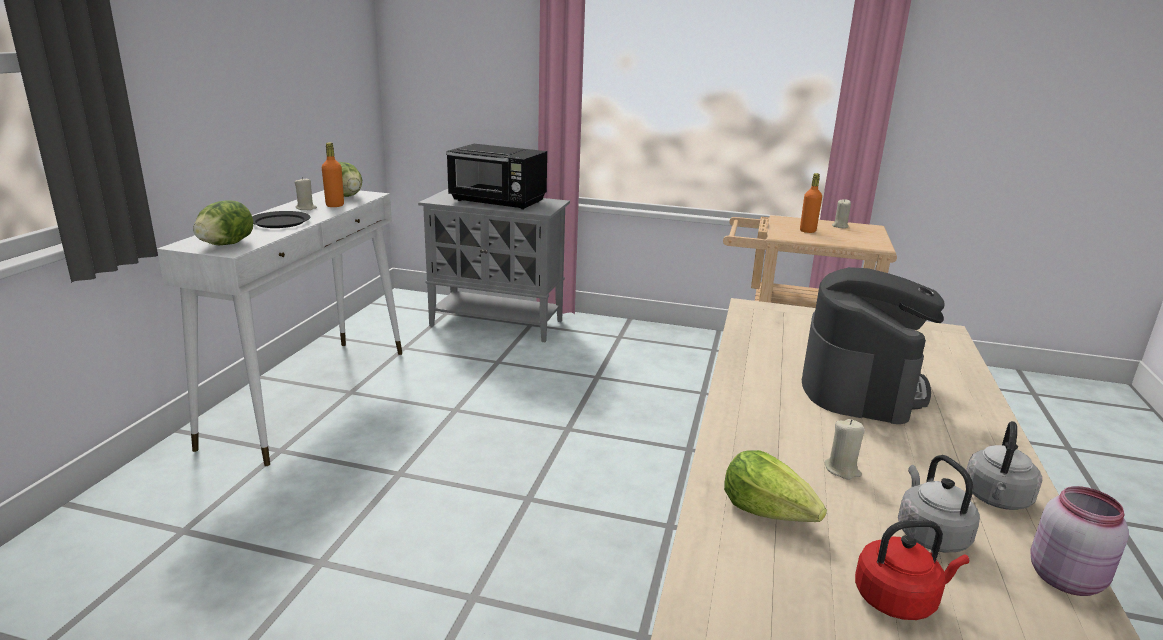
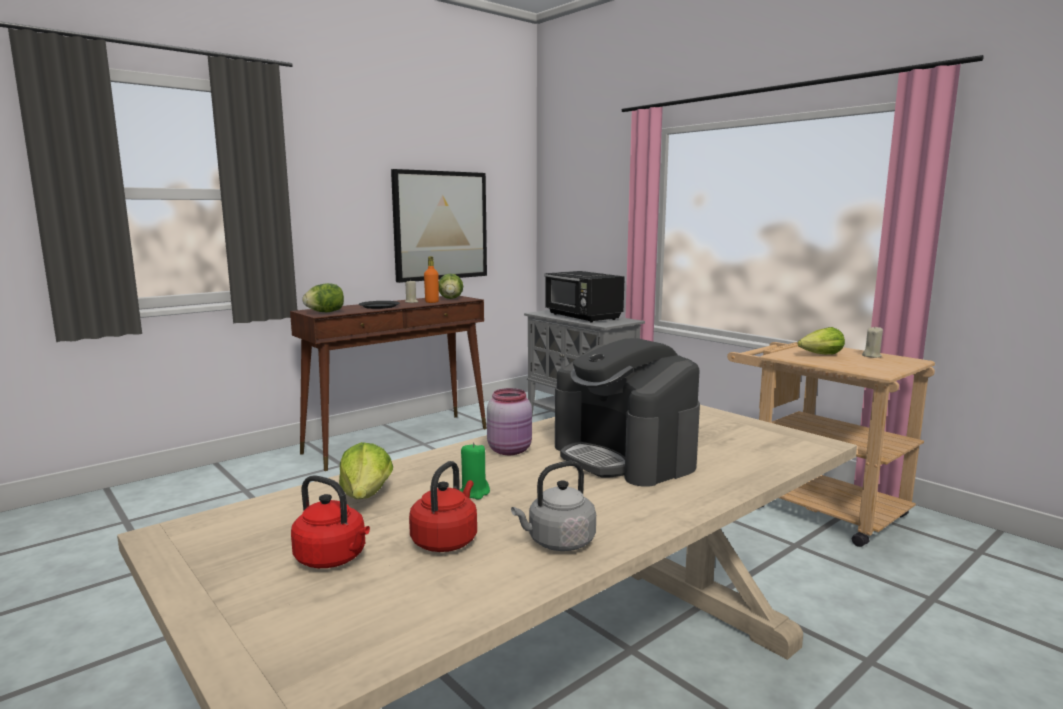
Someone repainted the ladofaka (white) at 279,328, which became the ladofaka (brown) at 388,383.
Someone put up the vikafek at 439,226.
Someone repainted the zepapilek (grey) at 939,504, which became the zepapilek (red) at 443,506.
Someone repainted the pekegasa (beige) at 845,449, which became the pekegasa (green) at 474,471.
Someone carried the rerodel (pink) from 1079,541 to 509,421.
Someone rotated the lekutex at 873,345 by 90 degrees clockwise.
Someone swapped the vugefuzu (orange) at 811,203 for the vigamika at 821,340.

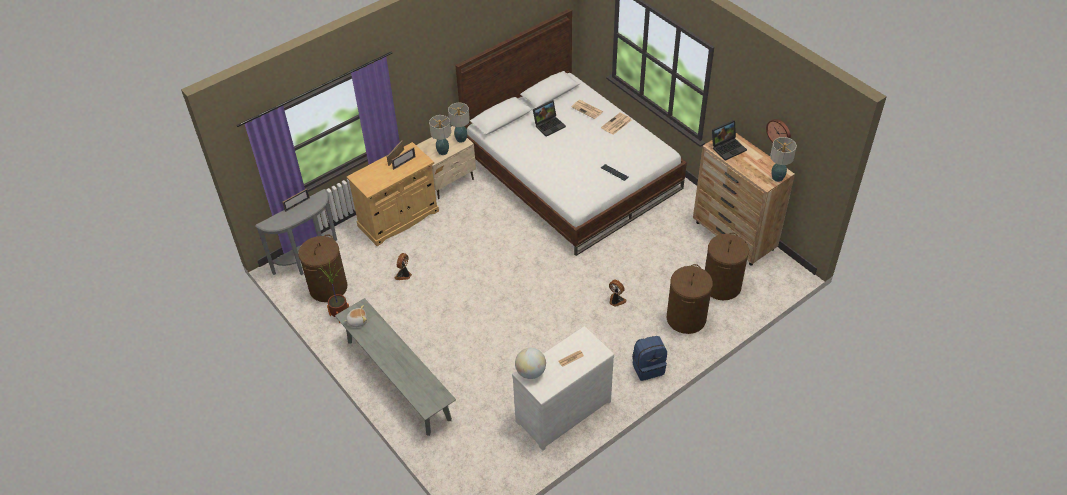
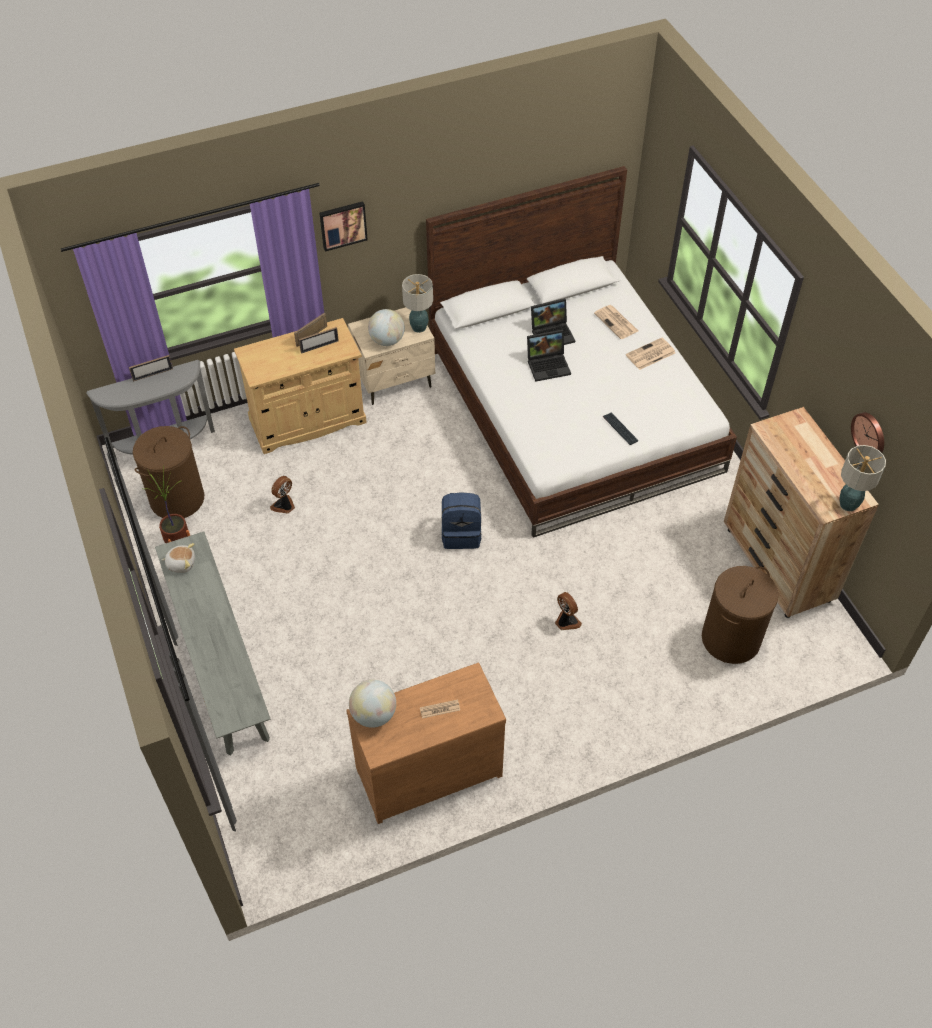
Someone put up the vikafek at 343,226.
Someone repainted the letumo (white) at 563,388, which became the letumo (brown) at 426,743.
Someone swapped the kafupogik at 440,135 for the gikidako at 386,327.
Someone carried the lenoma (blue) from 649,358 to 462,520.
Someone carried the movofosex from 729,140 to 549,356.
Someone took away the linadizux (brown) at 690,299.

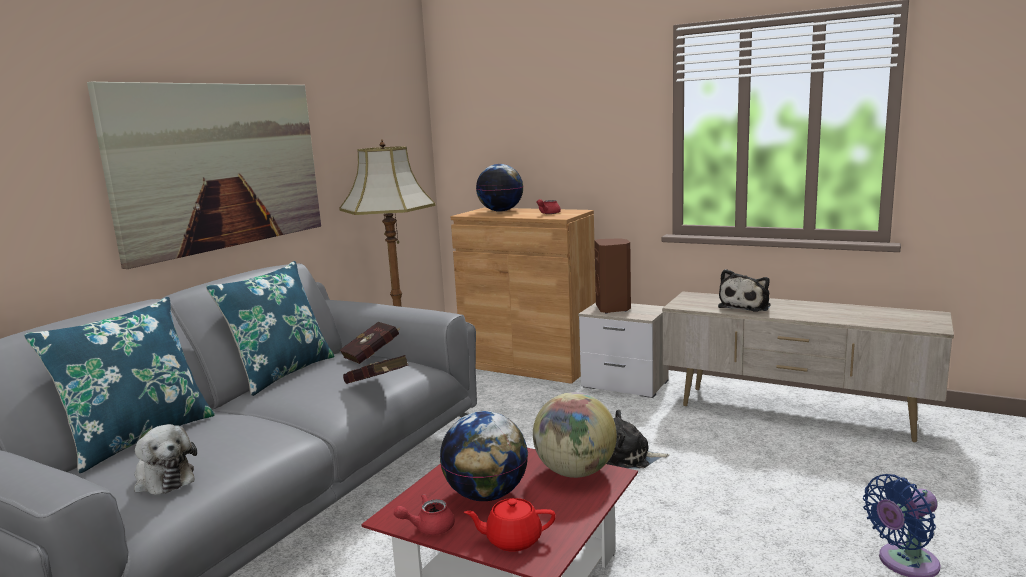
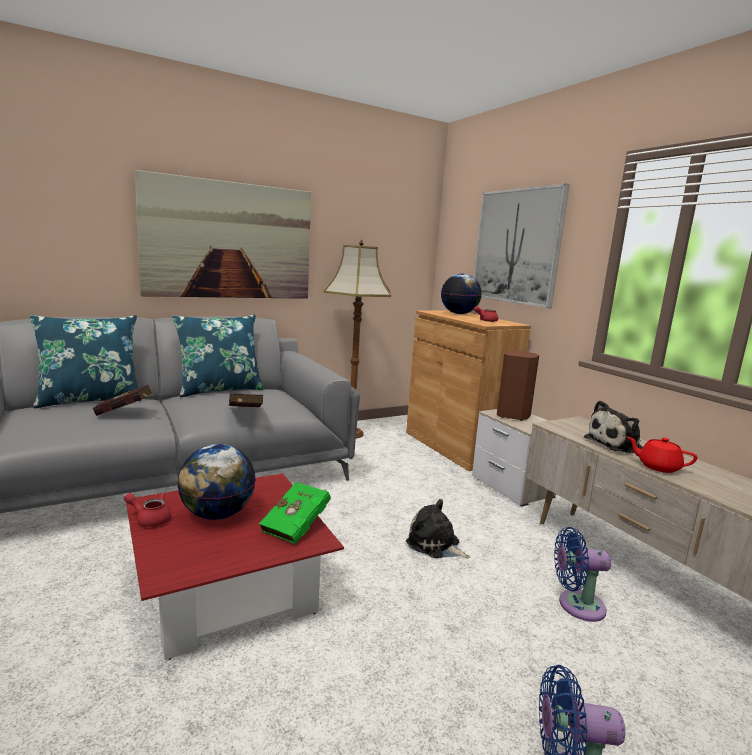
Someone carried the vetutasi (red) from 370,343 to 123,400.
Someone swapped the gikidako at 575,435 for the vetutasi (green) at 295,513.
Someone put up the vikafek at 522,246.
Someone put down the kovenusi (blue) at 582,574.
Someone carried the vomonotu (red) from 510,524 to 662,455.
Someone took away the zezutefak at 165,459.

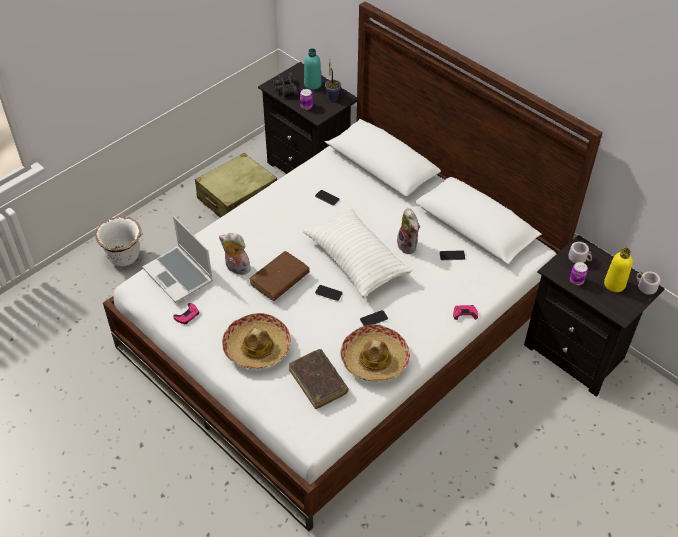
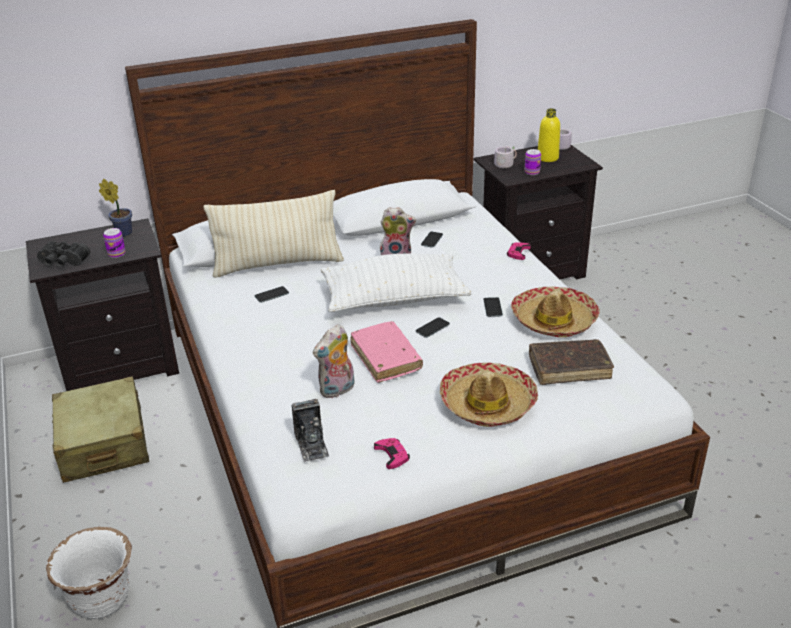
Someone put down the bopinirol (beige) at 273,234.
Someone swapped the movofosex at 177,259 for the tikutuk at 310,430.
Someone repainted the vetutasi (brown) at 279,276, which became the vetutasi (pink) at 387,352.
Someone took away the vugefuzu (turquoise) at 313,69.

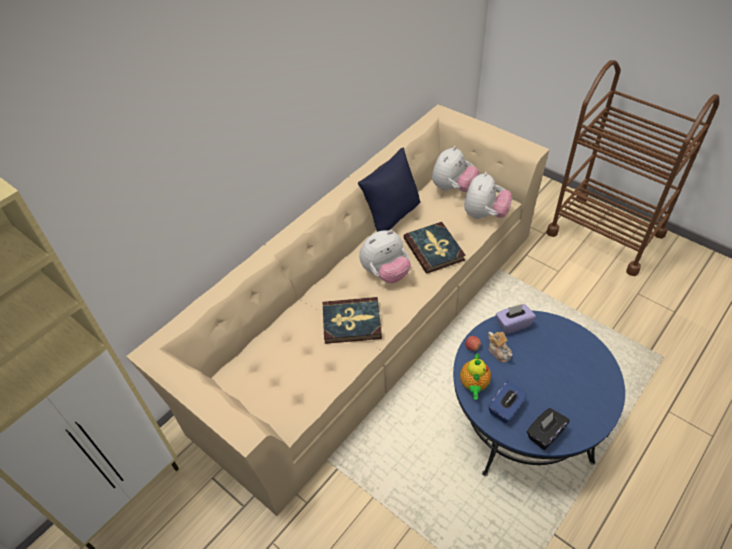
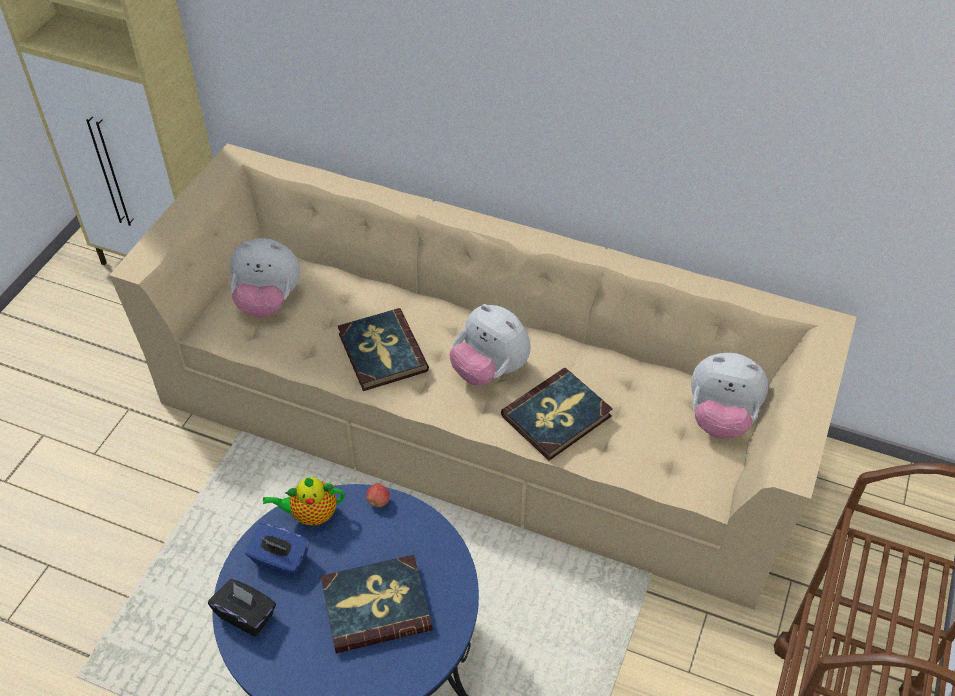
Someone carried the zezutefak from 488,195 to 265,278.
Someone put down the vetutasi at 376,603.
Someone took away the bopinirol (blue) at 389,190.
Someone took away the vomonotu at 500,347.
Someone took away the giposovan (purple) at 516,319.

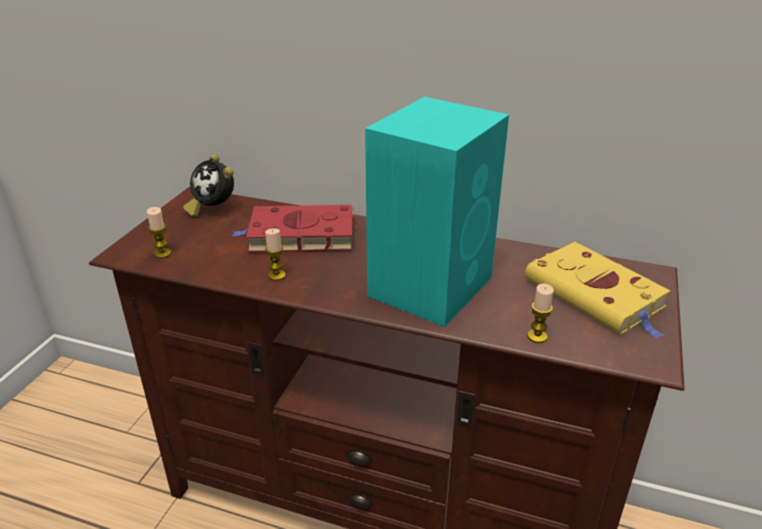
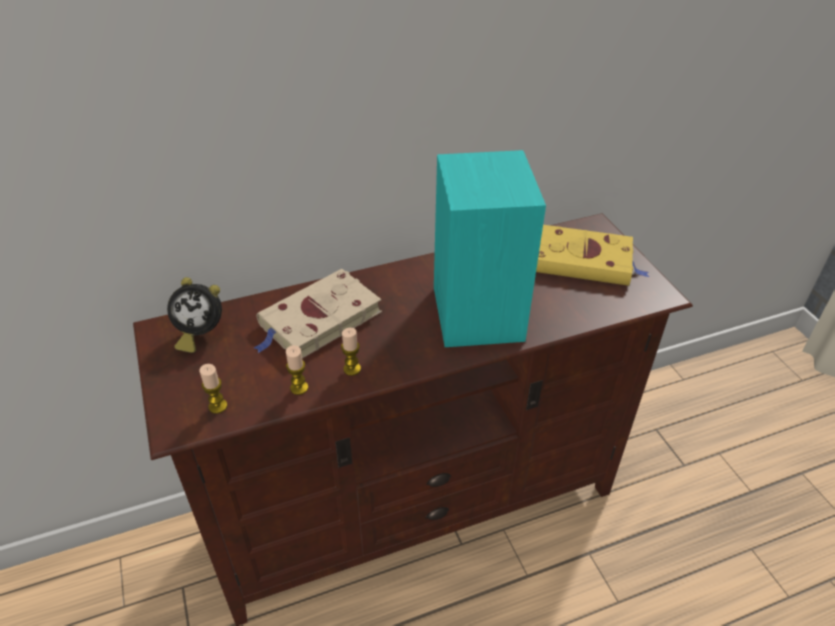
Someone repainted the vetutasi (red) at 293,228, which became the vetutasi (beige) at 318,314.
Someone carried the pekegasa from 540,313 to 297,370.

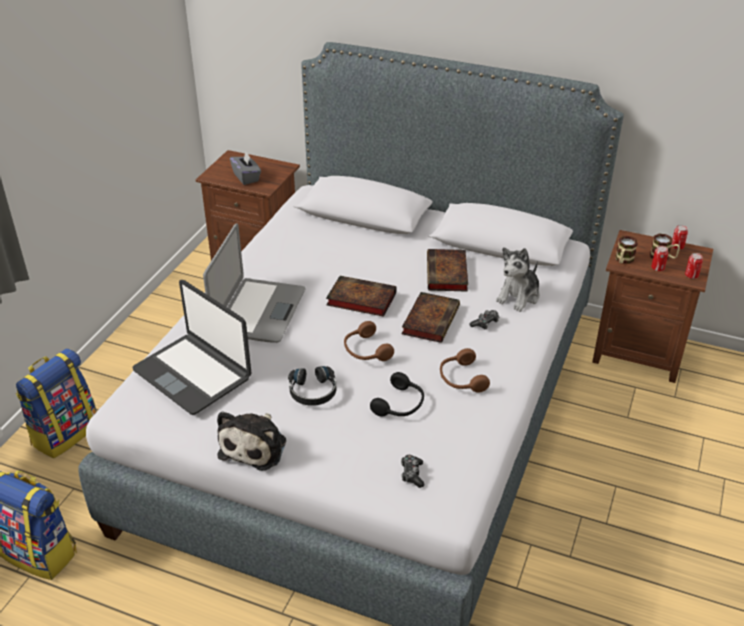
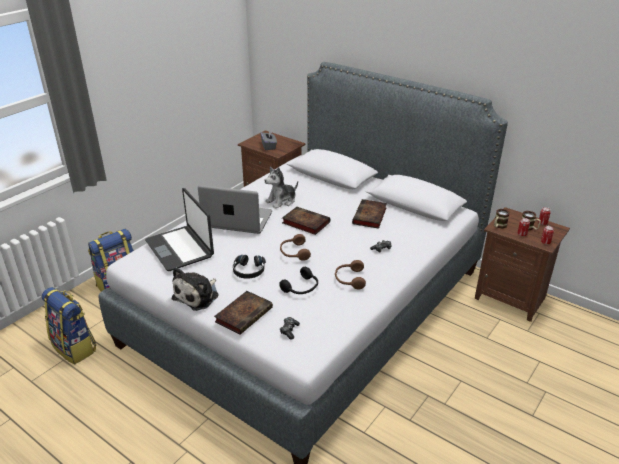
Someone rotated the movofosex at 254,283 by 105 degrees counterclockwise.
Someone carried the vetutasi from 431,317 to 243,313.
Someone carried the zezutefak from 518,279 to 281,188.

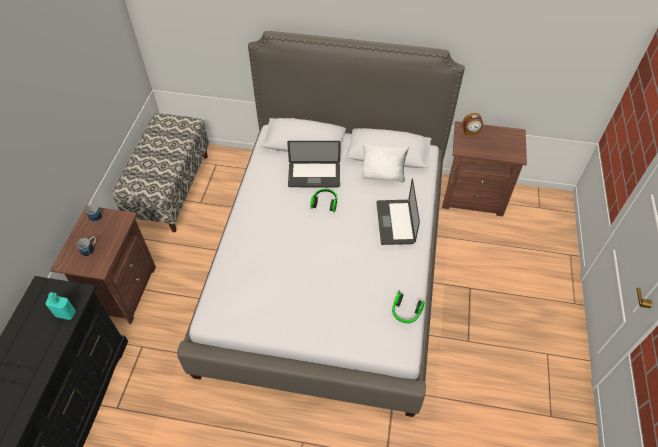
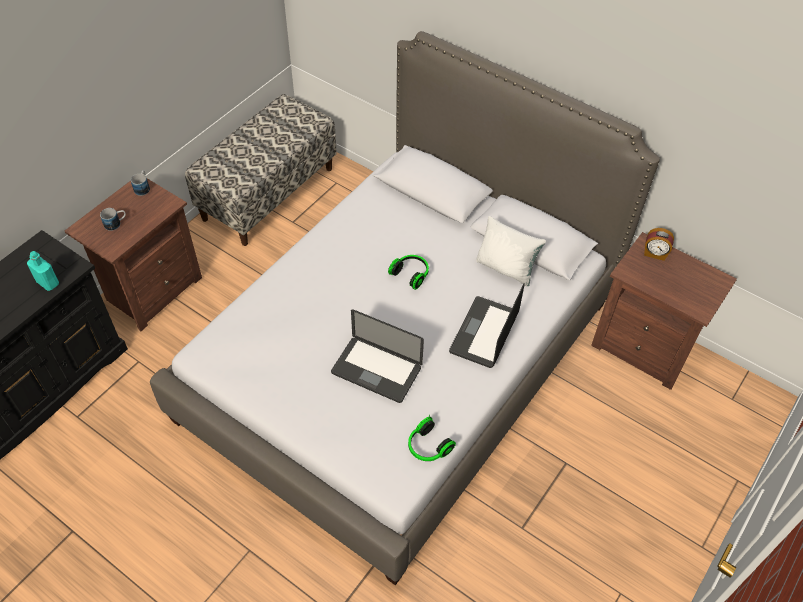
Someone carried the movofosex from 314,164 to 377,356.

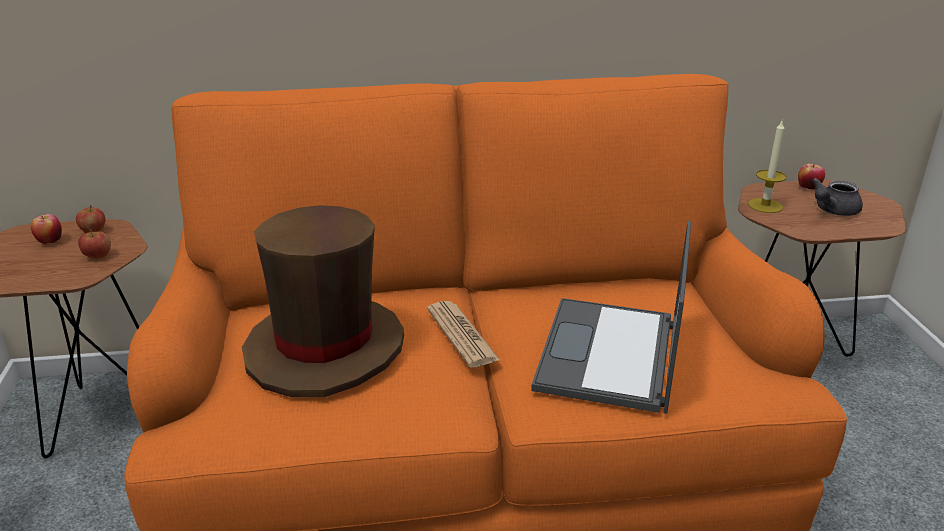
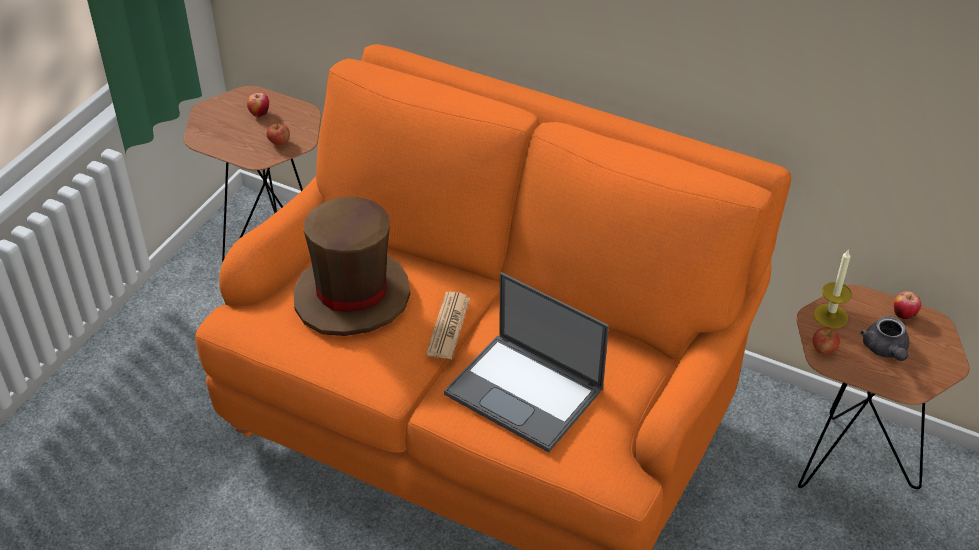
Someone rotated the movofosex at 611,317 by 105 degrees counterclockwise.
Someone carried the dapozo from 90,219 to 826,341.
Someone rotated the vomonotu (grey) at 837,197 by 90 degrees counterclockwise.

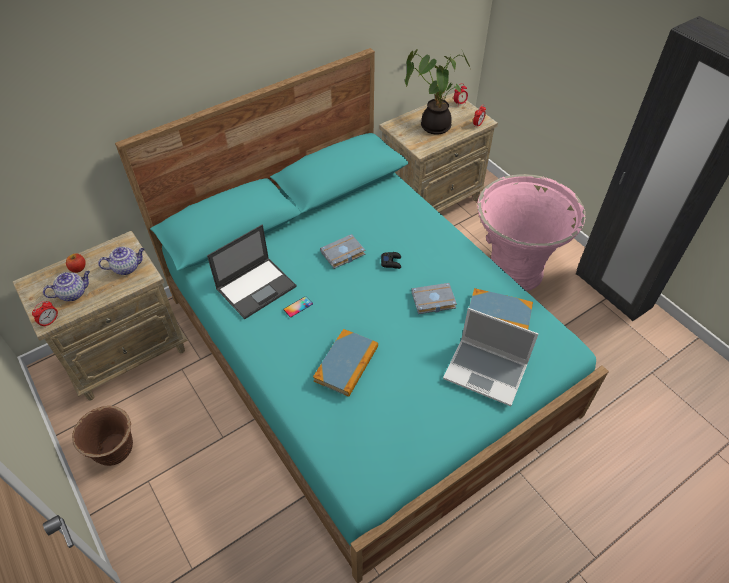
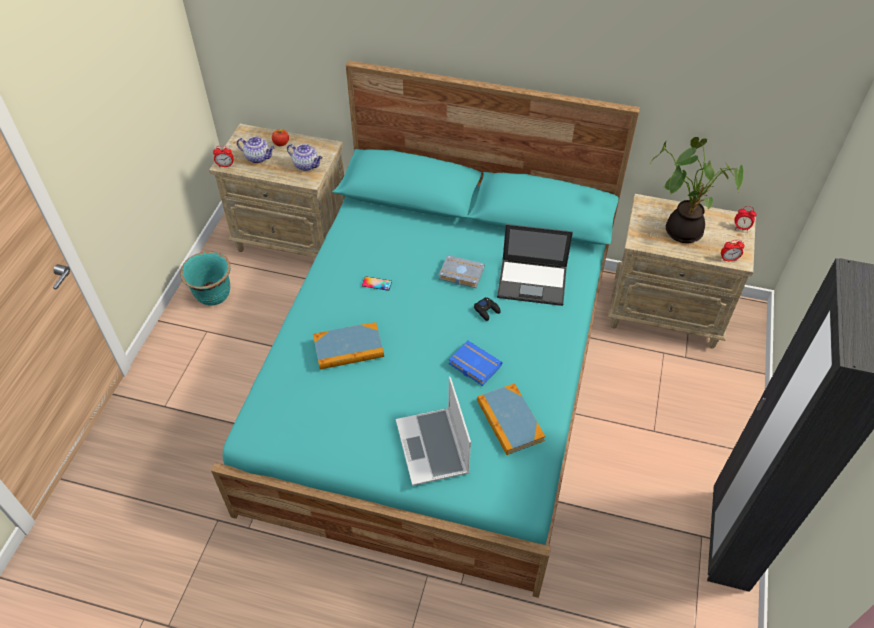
Someone repainted the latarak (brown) at 102,436, which became the latarak (turquoise) at 205,278.
Someone repainted the vetutasi (grey) at 434,298, which became the vetutasi (blue) at 476,363.
Someone carried the movofosex from 251,272 to 535,265.
Someone took away the latarak (pink) at 531,232.

